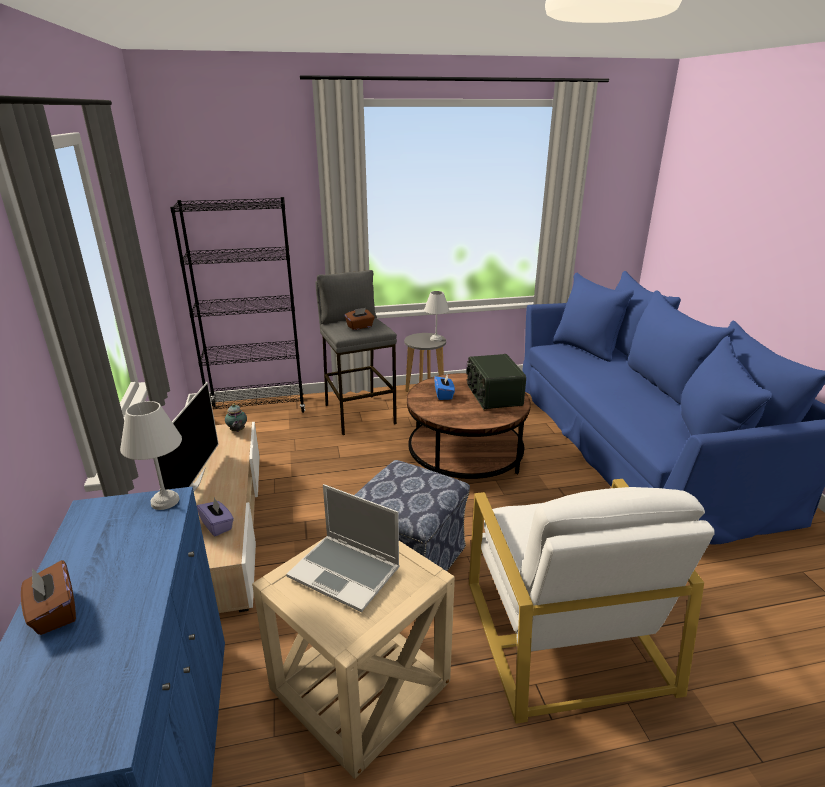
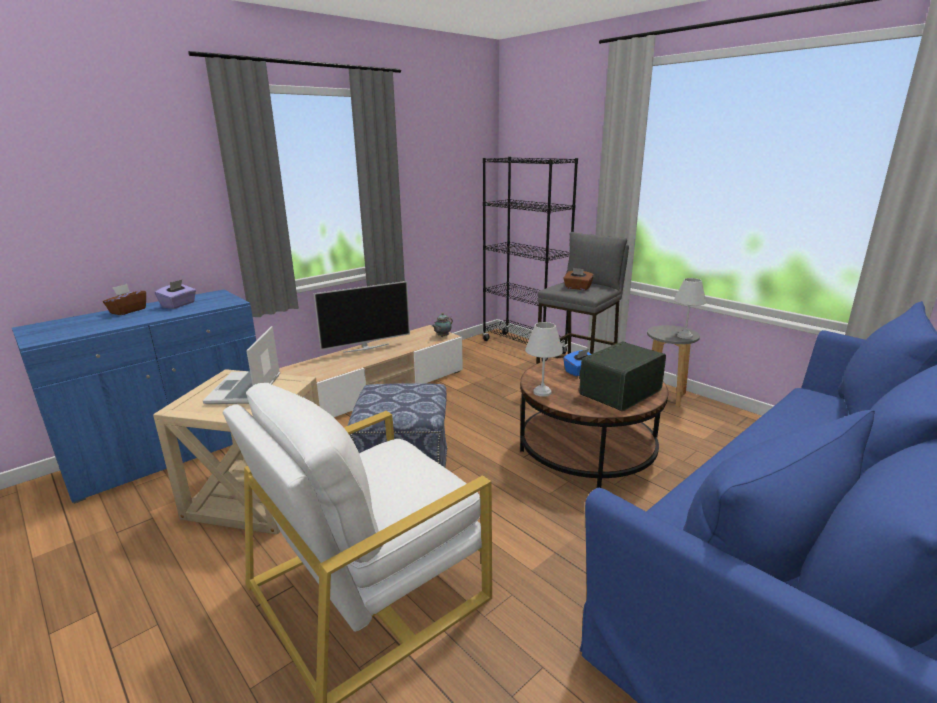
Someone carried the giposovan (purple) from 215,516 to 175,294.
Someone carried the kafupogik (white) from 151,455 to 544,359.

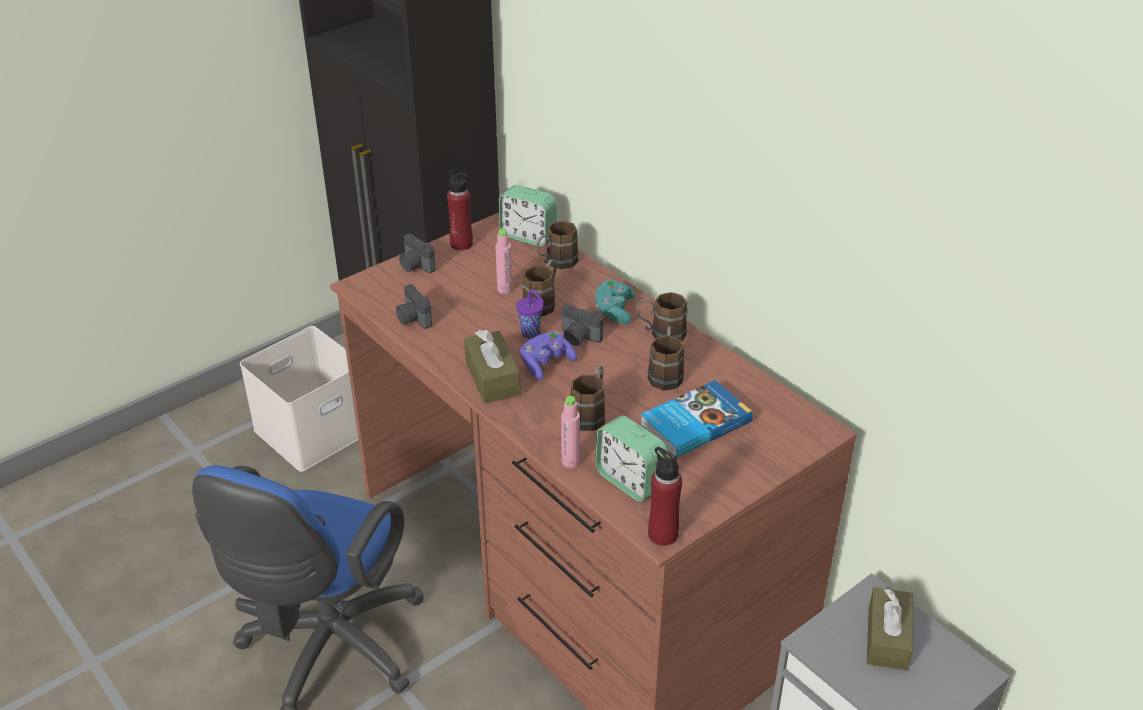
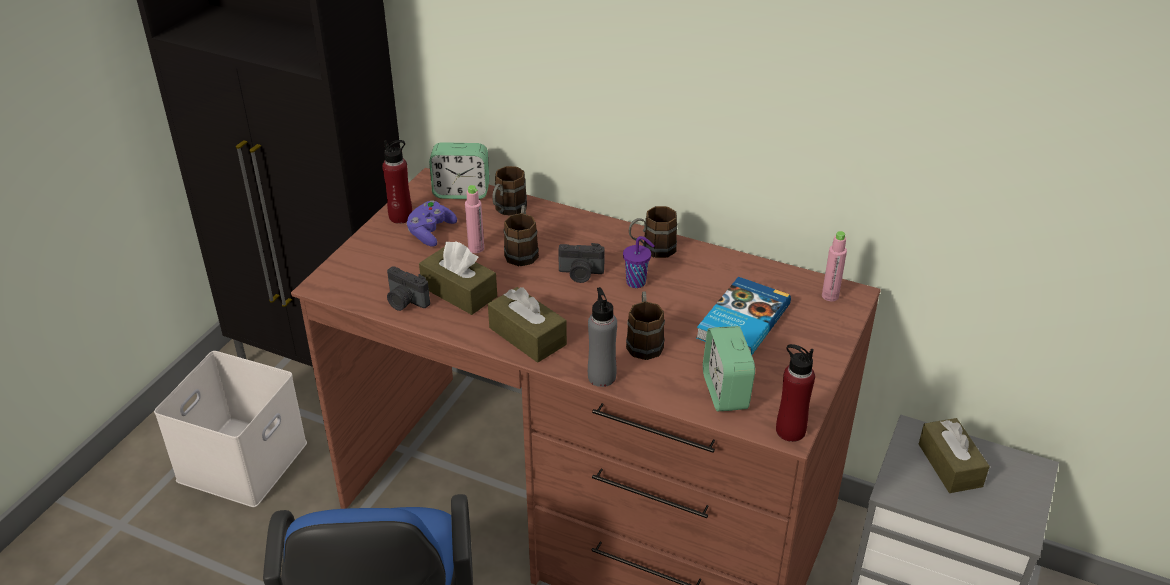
Someone carried the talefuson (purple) from 548,355 to 431,223.
Someone put down the giposovan (brown) at 458,278.
Someone put down the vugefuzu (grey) at 602,337.
Someone carried the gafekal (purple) from 530,314 to 639,262.
Someone rotated the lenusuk at 631,458 by 60 degrees clockwise.
Someone carried the vugefuzu (pink) from 570,432 to 834,266.
Someone took away the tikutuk at 417,253.
Someone took away the talefuson (turquoise) at 615,301.
Someone took away the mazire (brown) at 666,359.

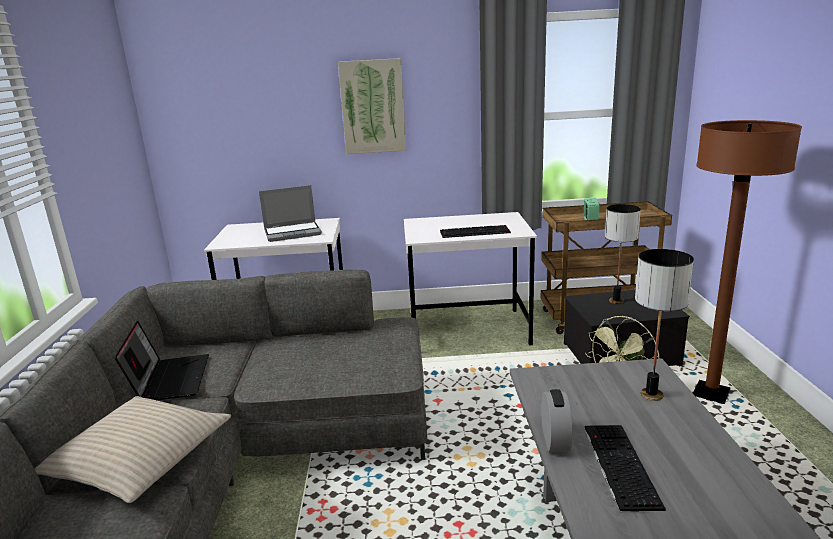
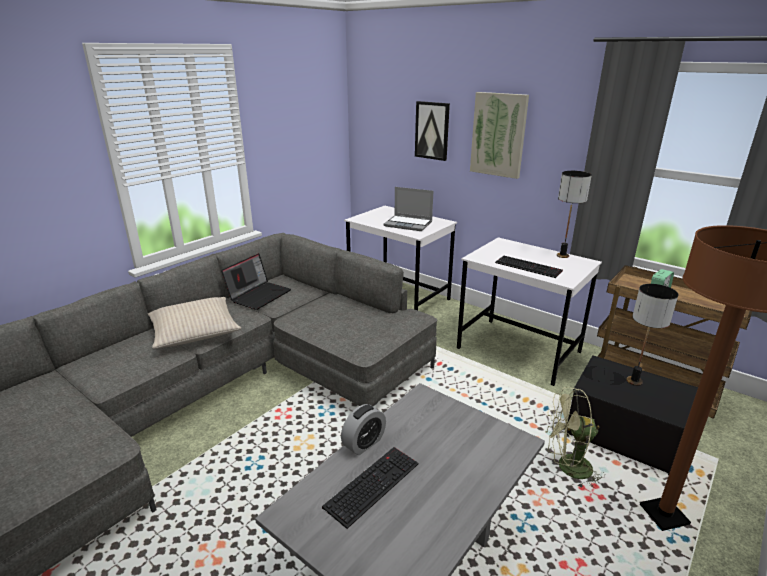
Someone put up the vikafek at 432,131.
Someone carried the kafupogik from 664,325 to 574,214.

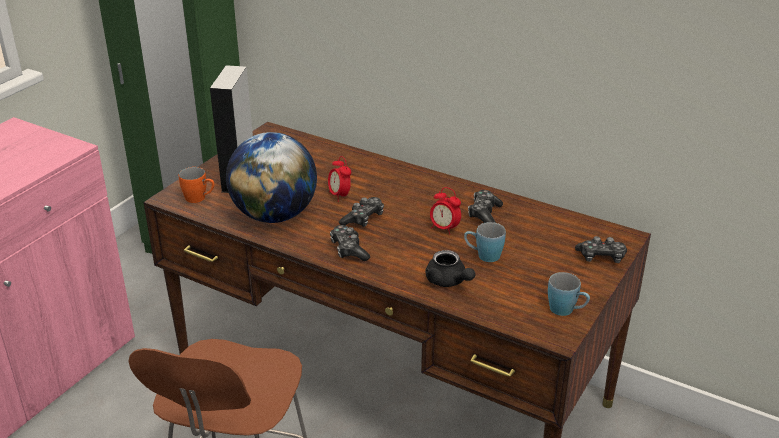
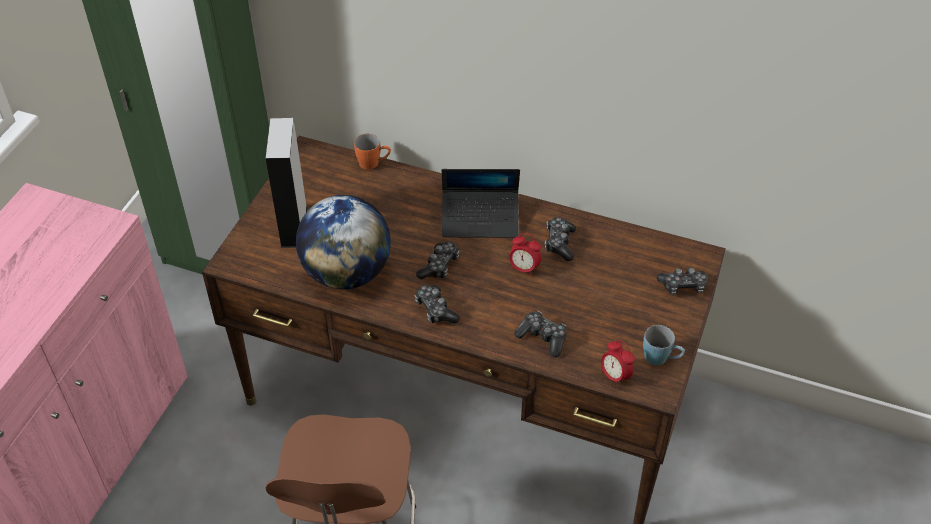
Someone carried the mazire (orange) from 196,185 to 372,151.
Someone put down the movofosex at 481,203.
Someone swapped the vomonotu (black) at 450,268 for the talefuson at 540,334.
Someone carried the lenusuk from 339,179 to 618,364.
Someone took away the mazire (blue) at 485,242.

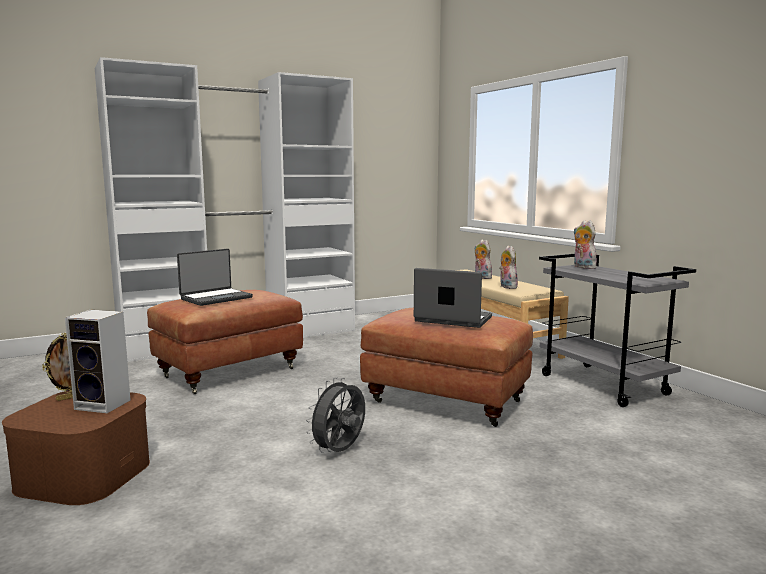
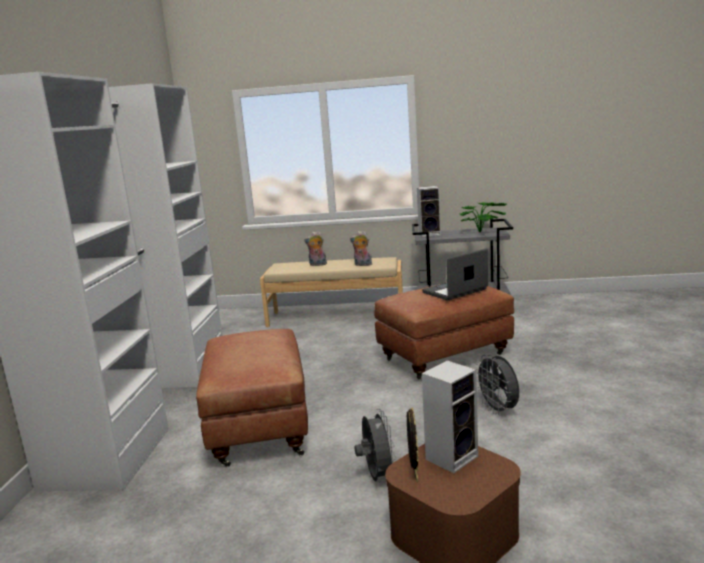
Someone put down the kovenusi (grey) at 376,445.
Someone swapped the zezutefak at 585,244 for the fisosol at 429,211.
Someone put down the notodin at 483,217.
Someone took away the movofosex at 215,277.

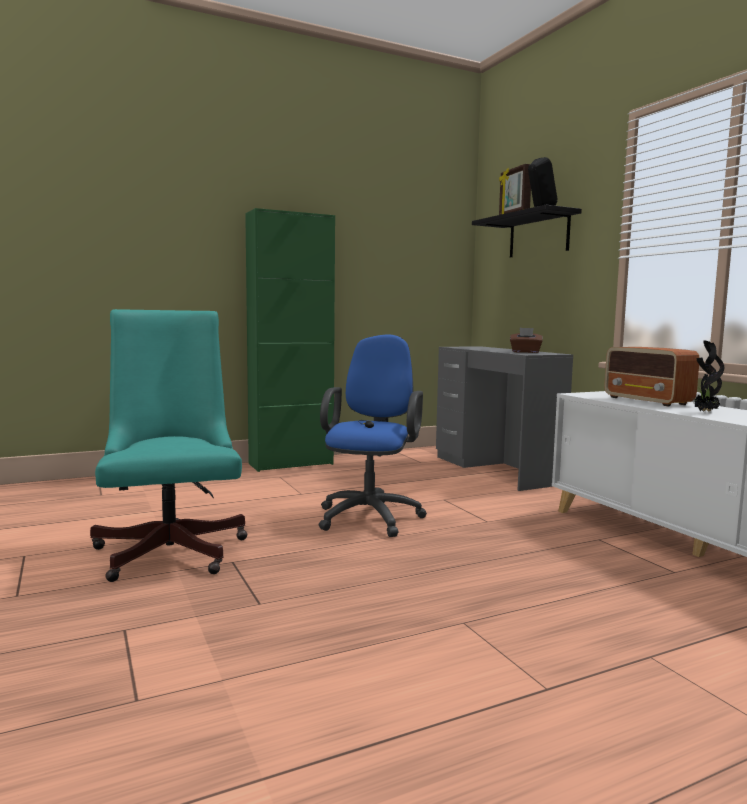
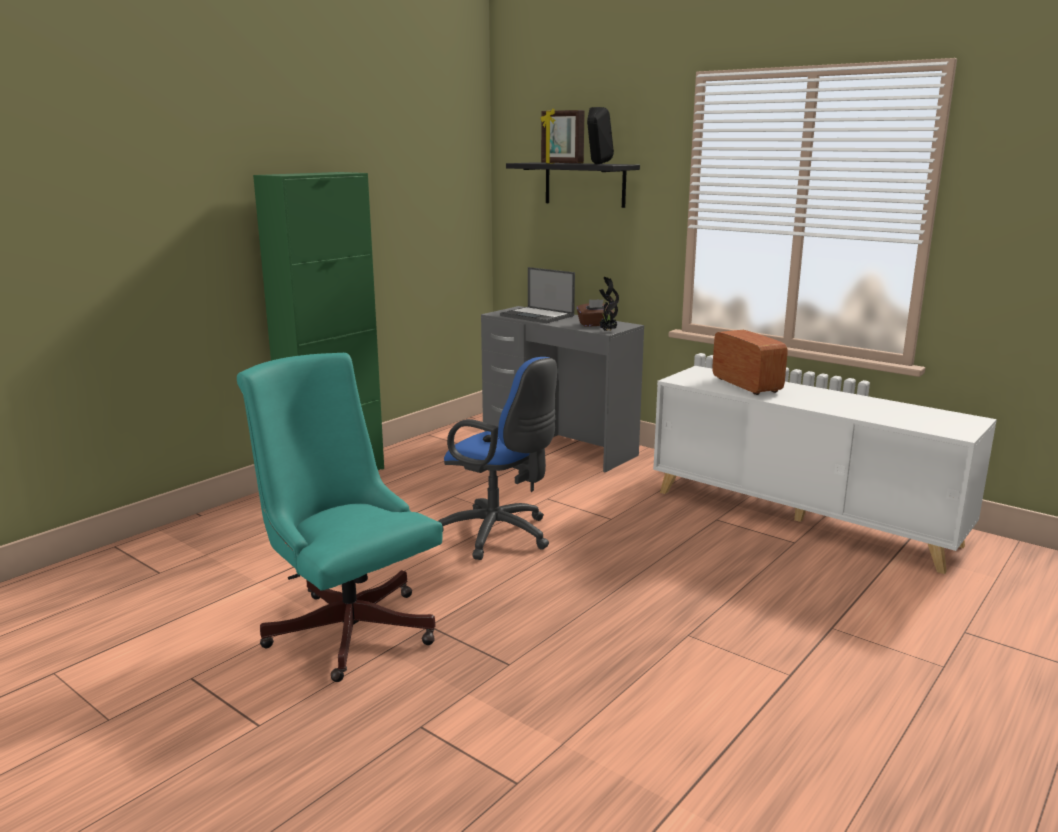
Someone rotated the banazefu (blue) at 372,436 by 135 degrees clockwise.
Someone put down the movofosex at 537,295.
Someone carried the notodin from 709,376 to 609,304.
Someone rotated the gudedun at 651,376 by 150 degrees counterclockwise.

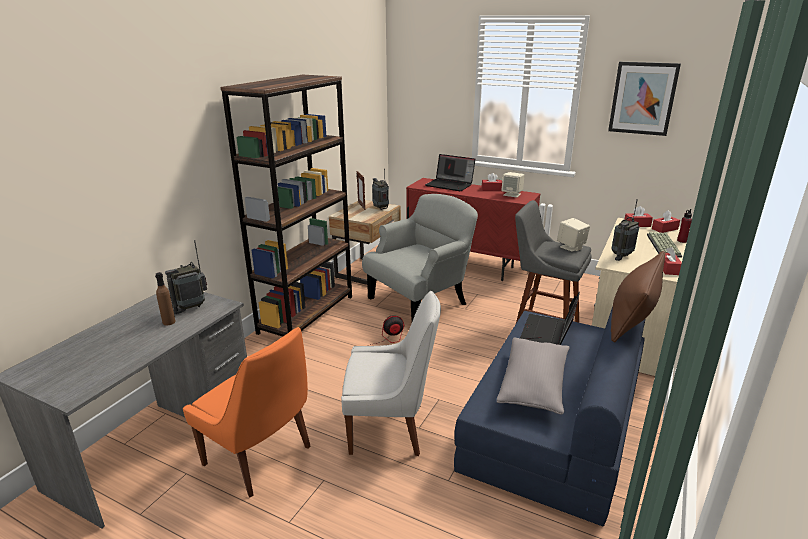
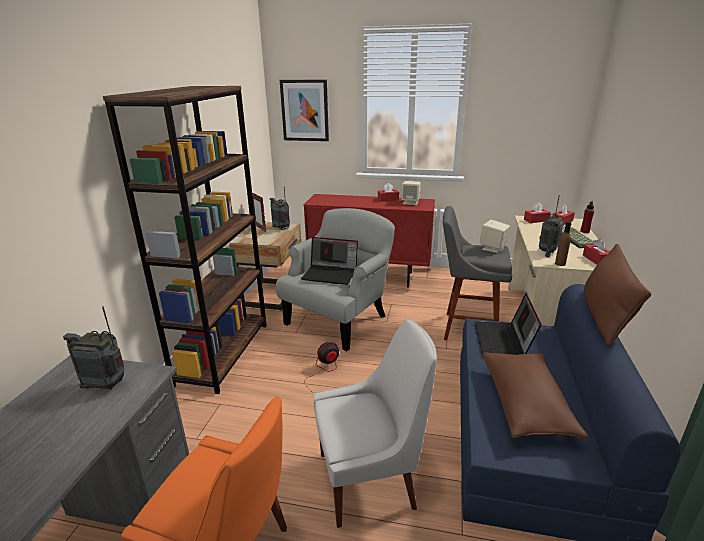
Someone rotated the gudedun at 186,277 by 60 degrees clockwise.
Someone carried the vikafek from 644,99 to 304,110.
Someone carried the movofosex from 450,172 to 329,261.
Someone repainted the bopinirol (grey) at 533,376, which became the bopinirol (brown) at 535,396.
Someone carried the vugefuzu (brown) from 165,298 to 563,243.

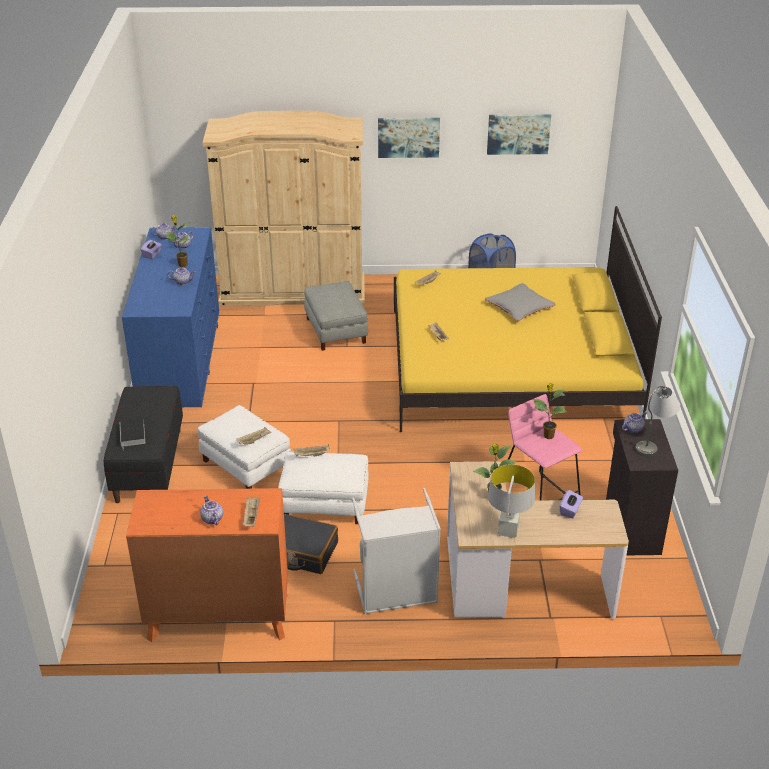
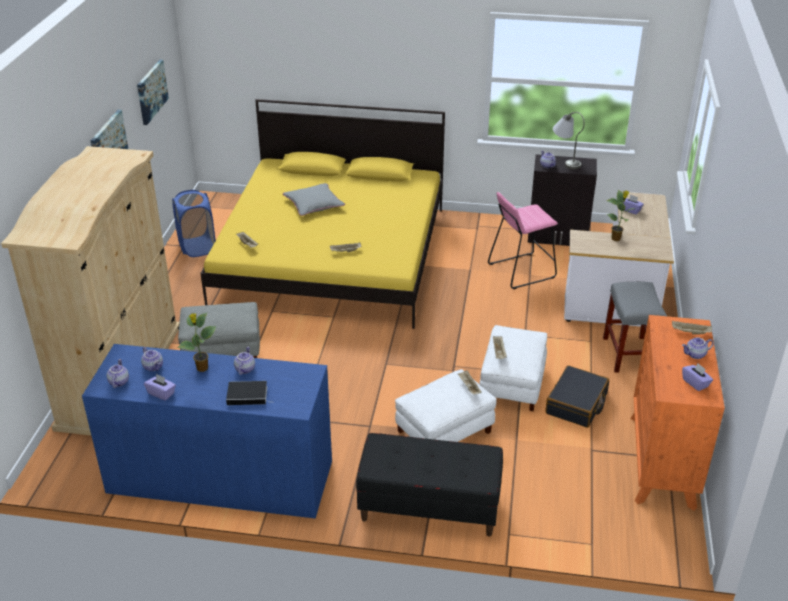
Someone carried the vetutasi from 132,434 to 249,393.
Someone swapped the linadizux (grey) at 396,551 for the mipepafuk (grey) at 635,327.
Someone put down the giposovan (purple) at 697,377.
Someone took away the kafupogik (grey) at 511,501.
Someone took away the notodin at 550,411.

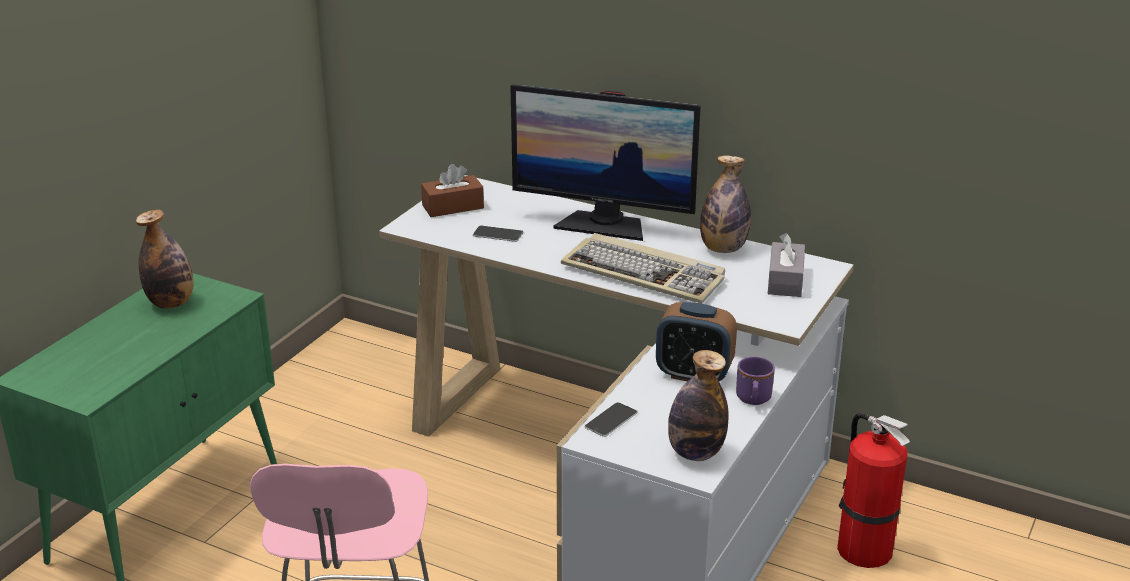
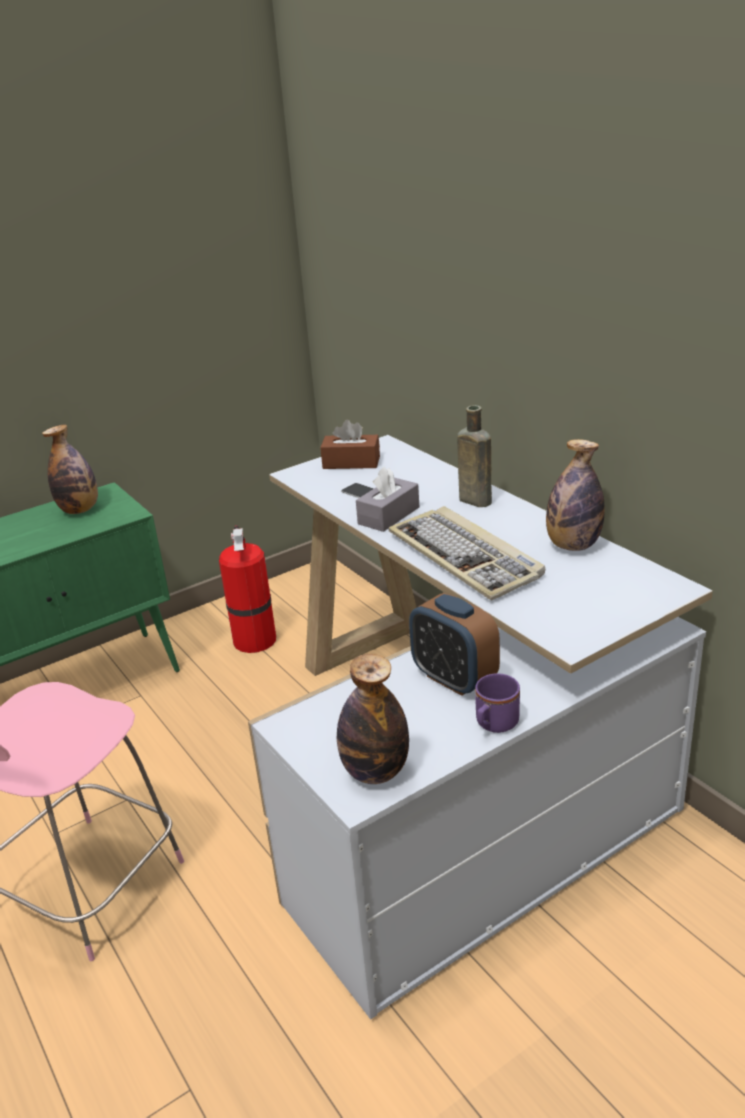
Someone carried the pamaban from 873,490 to 247,589.
Someone carried the giposovan (grey) from 786,265 to 387,499.
Someone swapped the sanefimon at 605,162 for the vugefuzu (brown) at 474,456.
Someone took away the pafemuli at 611,419.

